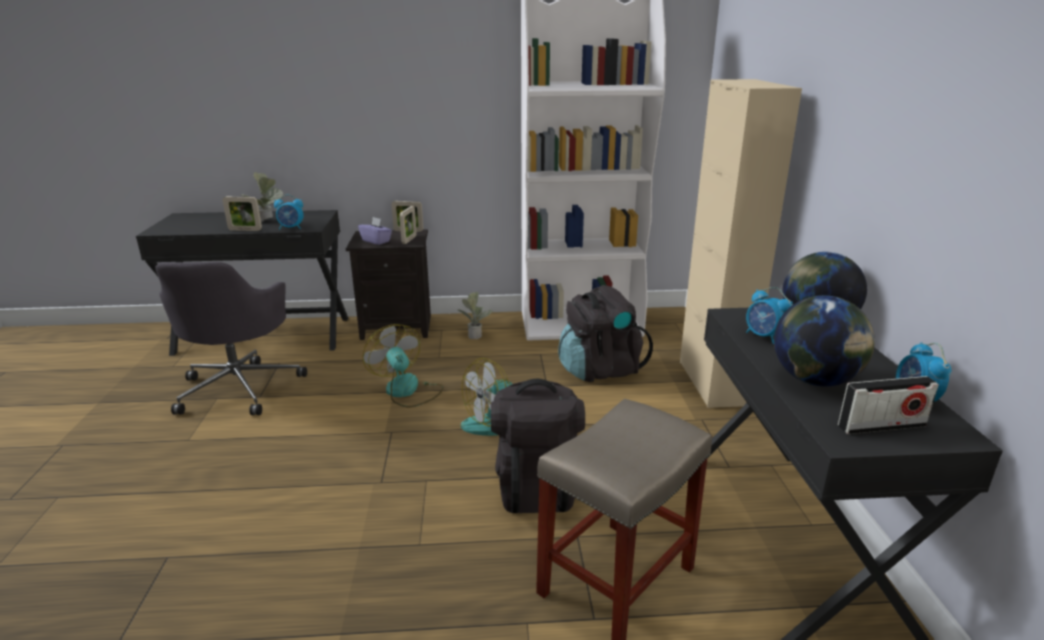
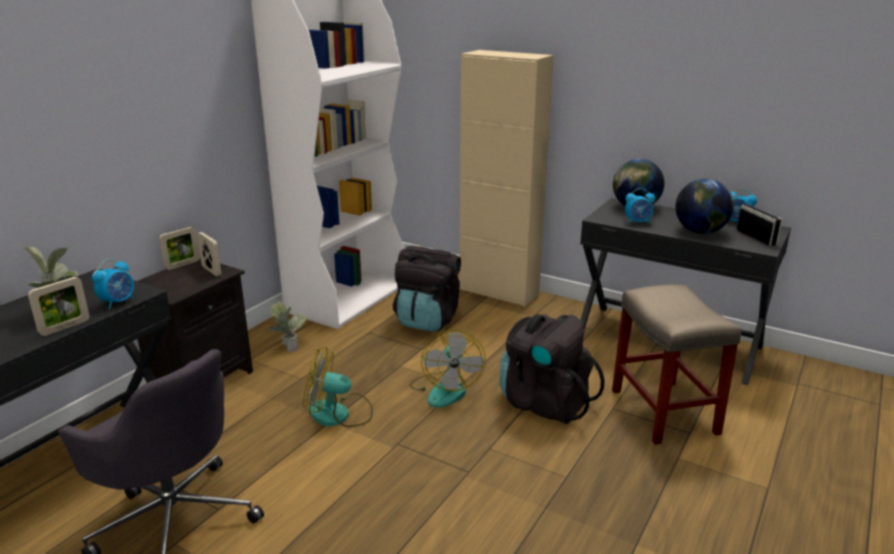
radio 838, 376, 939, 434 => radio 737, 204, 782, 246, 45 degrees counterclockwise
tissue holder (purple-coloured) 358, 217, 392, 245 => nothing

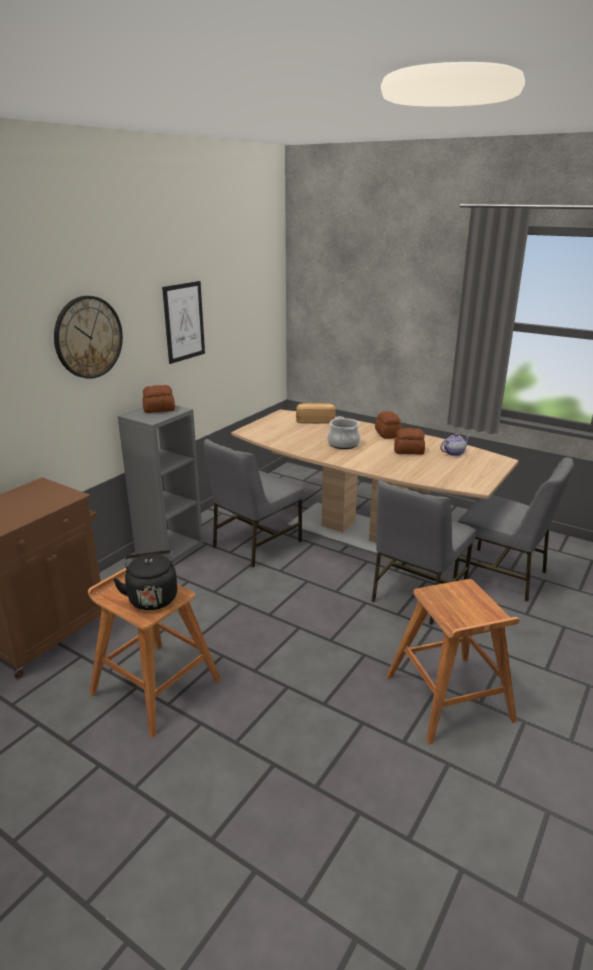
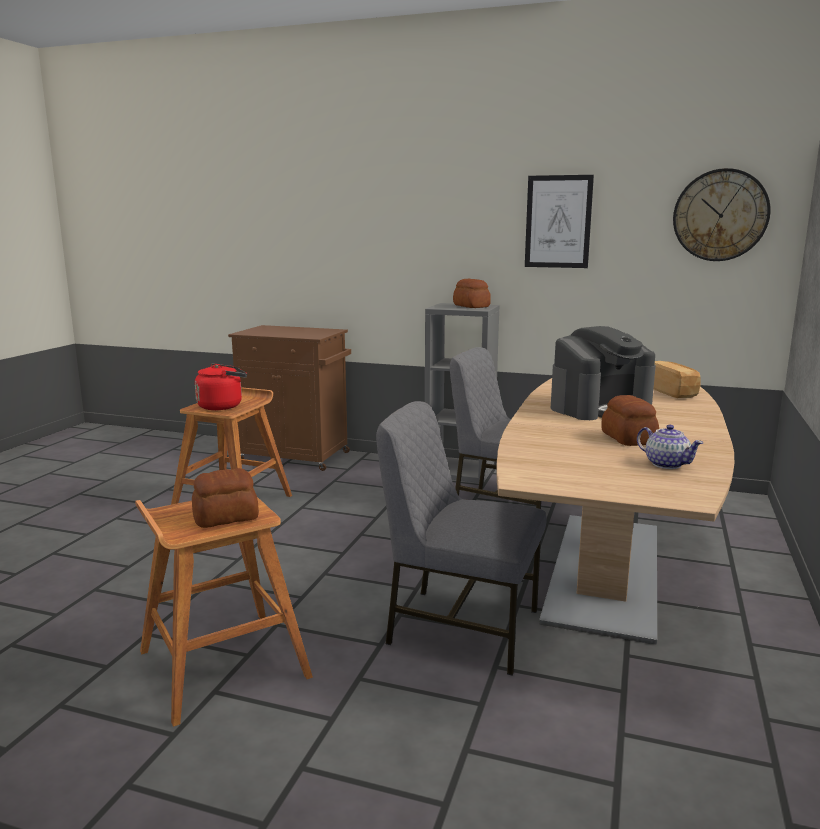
bread 375, 411, 402, 439 => bread 192, 468, 259, 528, shifted
water kettle (blackish) 113, 550, 177, 610 => water kettle (red-coloured) 195, 363, 247, 410
cooking pot 327, 416, 360, 449 => coffee machine 551, 326, 656, 420
wall clock 54, 296, 123, 379 => wall clock 673, 168, 770, 261, shifted
plain chair (grey) 453, 457, 574, 602 => nothing

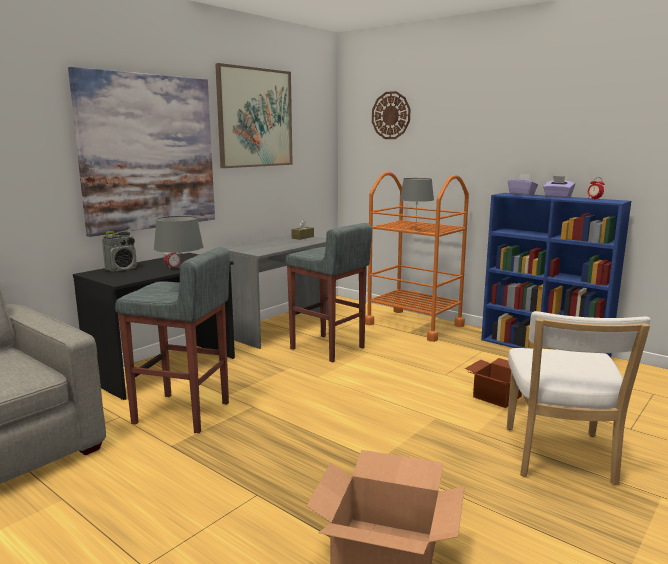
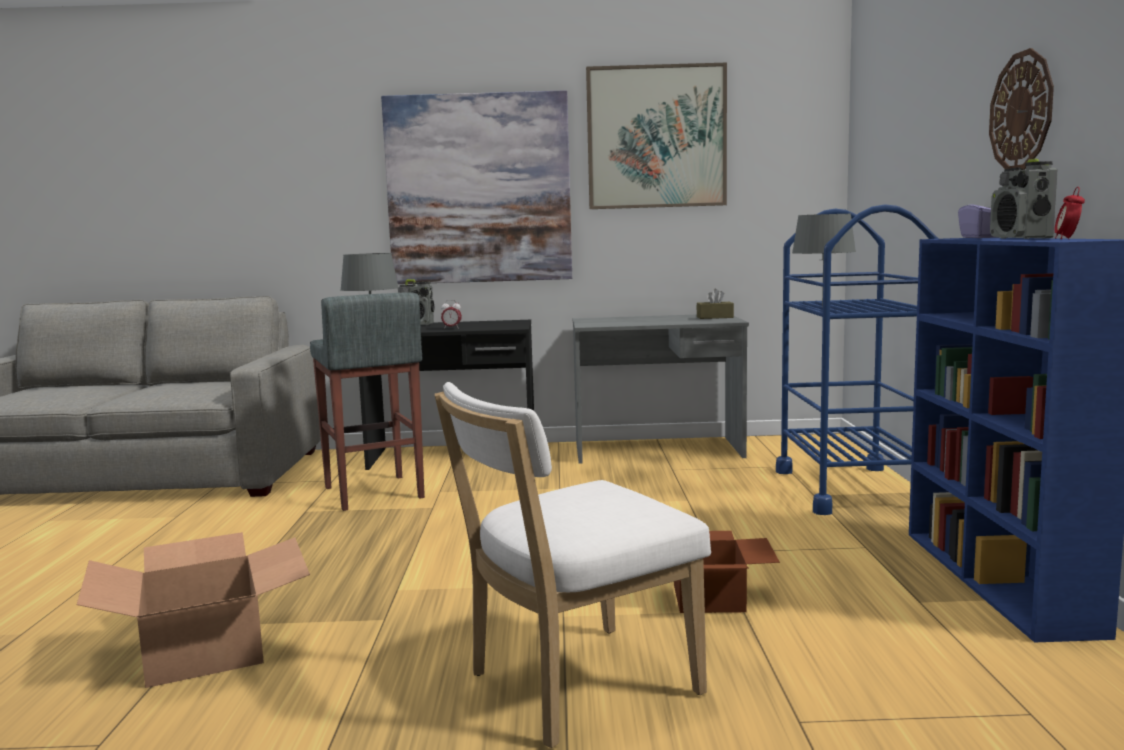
wheeled cart (orangey) 365, 172, 469, 342 => wheeled cart (bluish) 776, 204, 939, 515
wall clock 372, 91, 410, 139 => wall clock 989, 48, 1054, 170, shifted
tissue holder (purple-coloured) 543, 176, 575, 198 => radio 990, 159, 1058, 239
stool (grey) 285, 223, 372, 362 => nothing

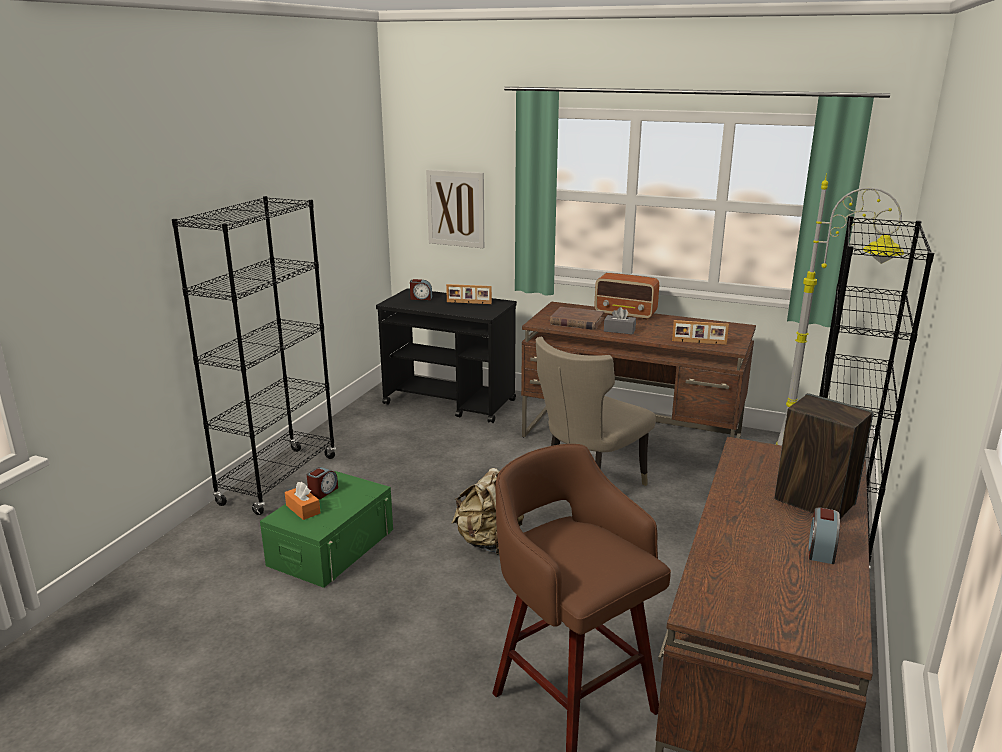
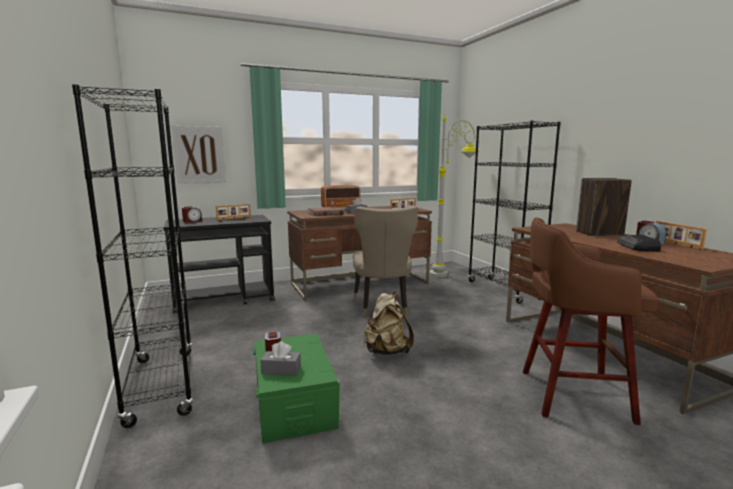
tissue holder (orangey) 285, 482, 320, 520 => tissue holder (grey) 260, 341, 301, 376
nothing => radio 617, 235, 661, 251
nothing => photo frame 656, 221, 707, 250

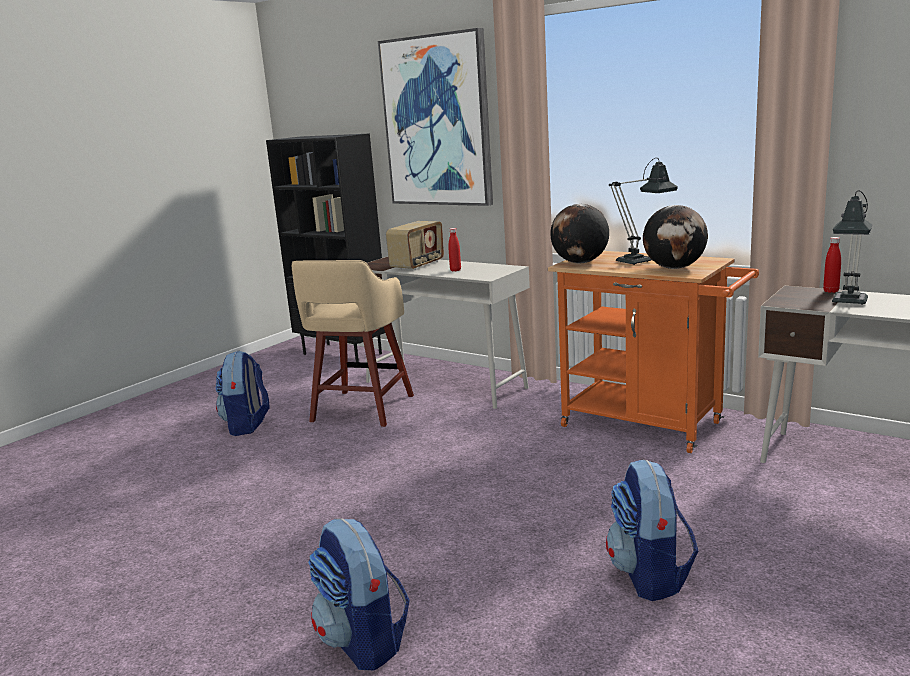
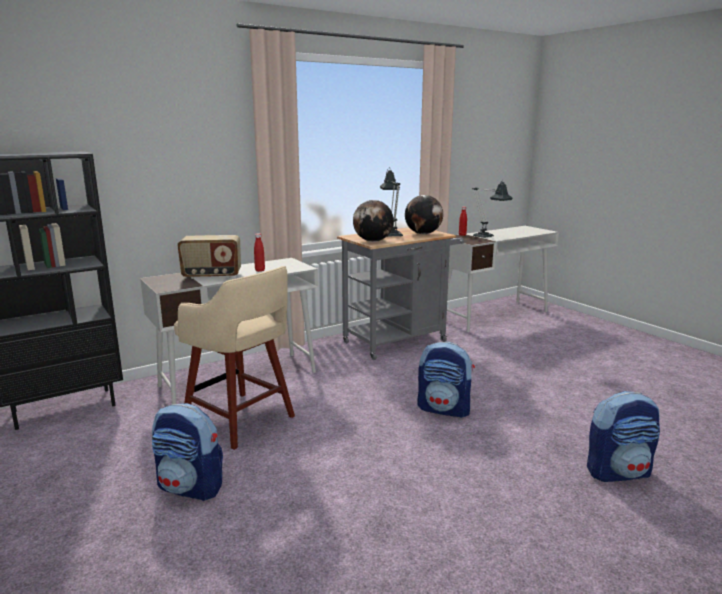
radio 386, 221, 444, 270 => radio 177, 235, 241, 279, 120 degrees clockwise
wheeled cart (orangey) 548, 251, 759, 453 => wheeled cart (grey) 337, 228, 464, 360
rucksack 606, 460, 698, 601 => rucksack 417, 342, 475, 418, shifted
wall art 378, 28, 493, 206 => nothing

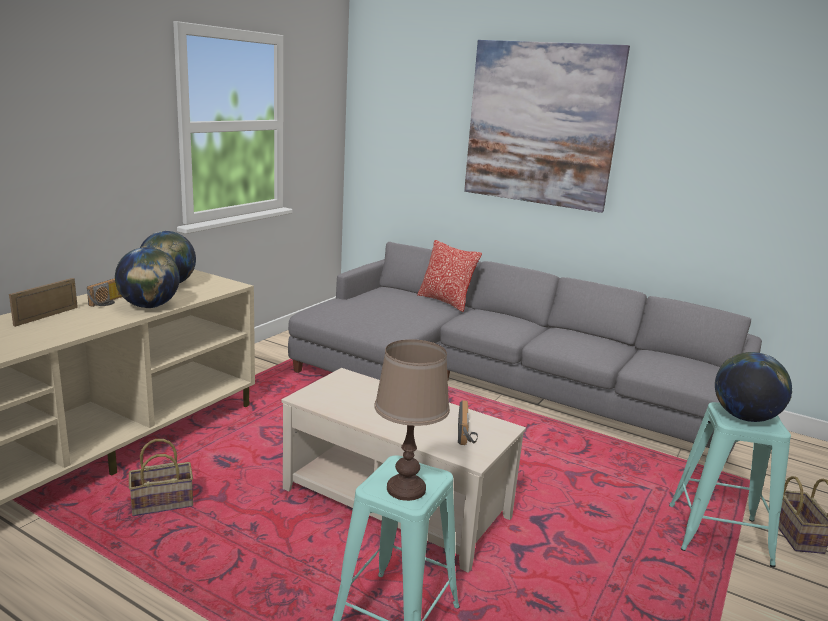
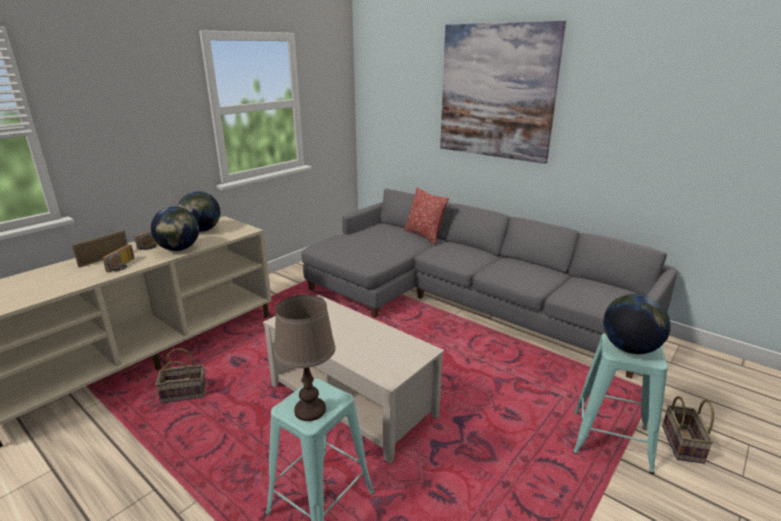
radio 458, 400, 478, 445 => radio 103, 244, 135, 272, shifted

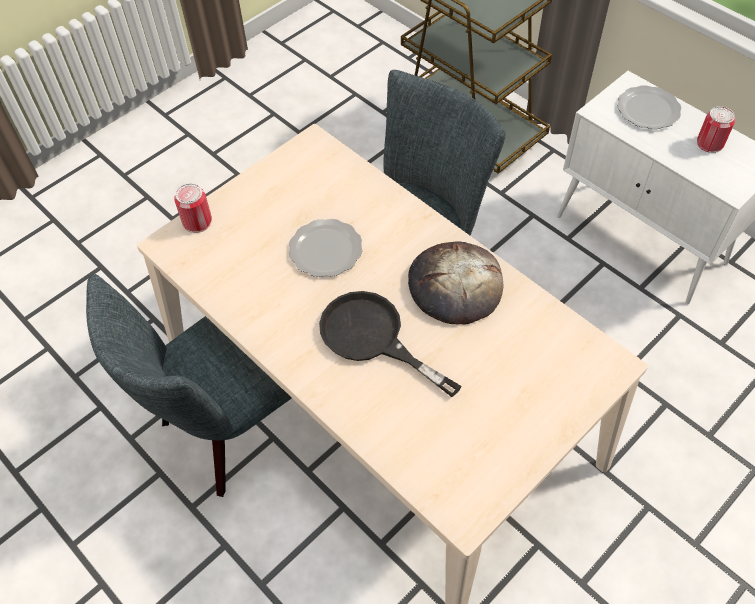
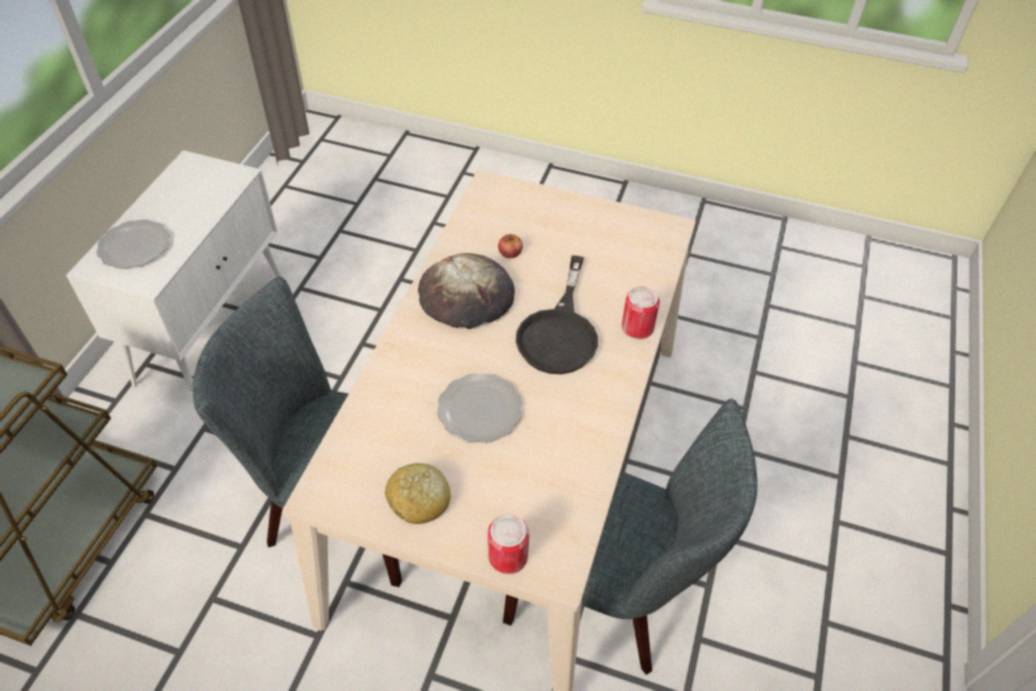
nothing => bread 385, 463, 451, 524
nothing => whole apple 498, 234, 523, 258
can 697, 106, 735, 153 => can 622, 286, 660, 340, shifted

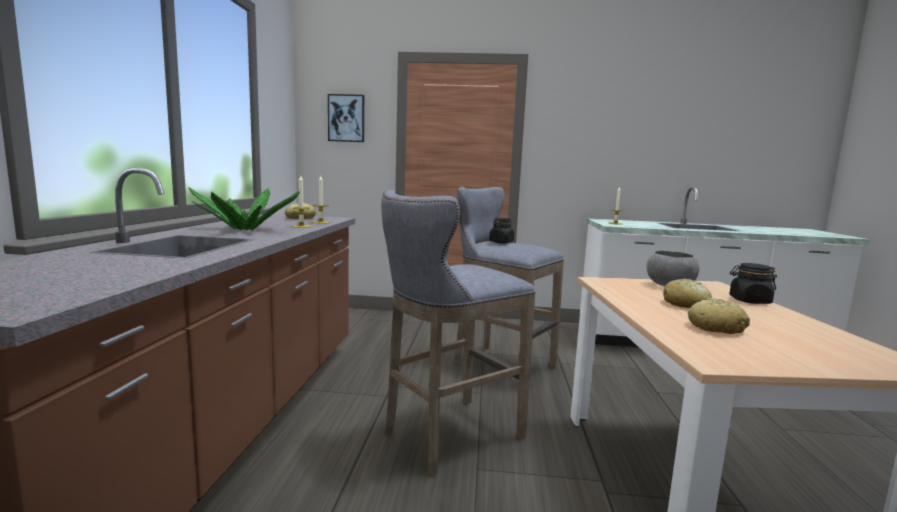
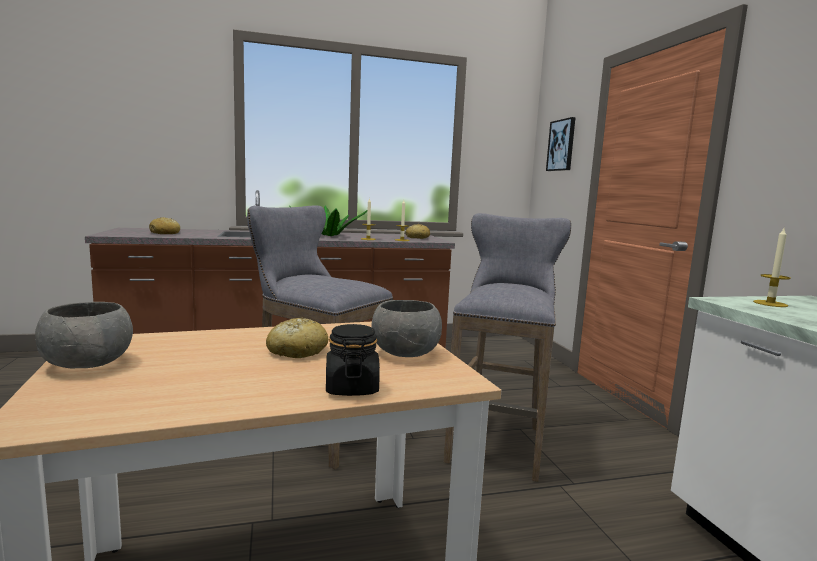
nothing => deep dish (grey) 35, 302, 133, 368
bread 688, 298, 750, 334 => bread 149, 217, 180, 234, shifted
storage jar (blackish) 489, 217, 514, 243 => nothing

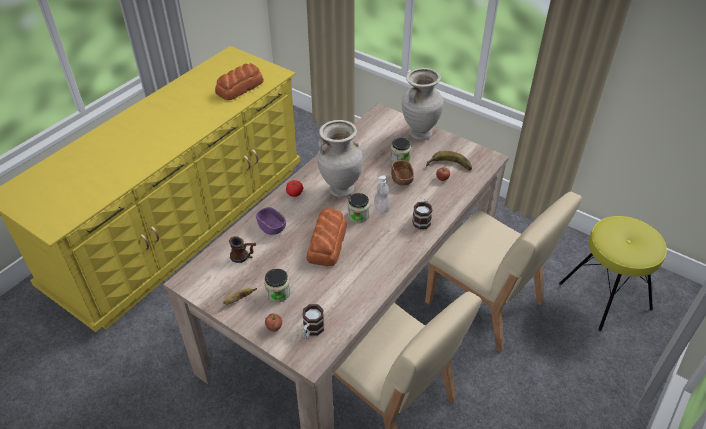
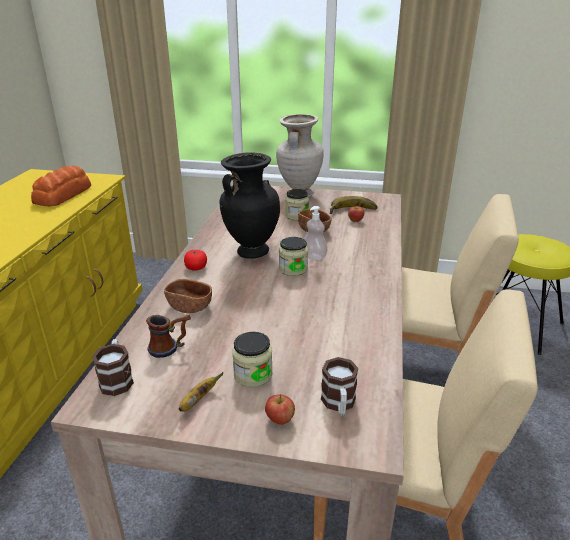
mug 412, 198, 432, 229 => mug 92, 339, 134, 396, shifted
deep dish (purple-coloured) 256, 207, 286, 235 => deep dish (brown) 164, 279, 212, 313
flower vase (beige) 317, 120, 363, 197 => flower vase (blackish) 219, 152, 280, 259
bread 306, 209, 347, 266 => nothing

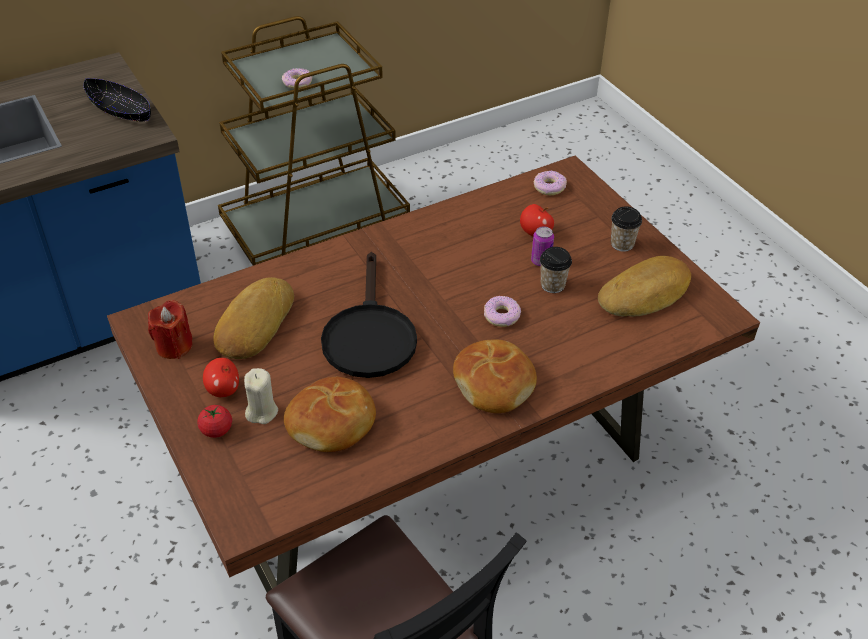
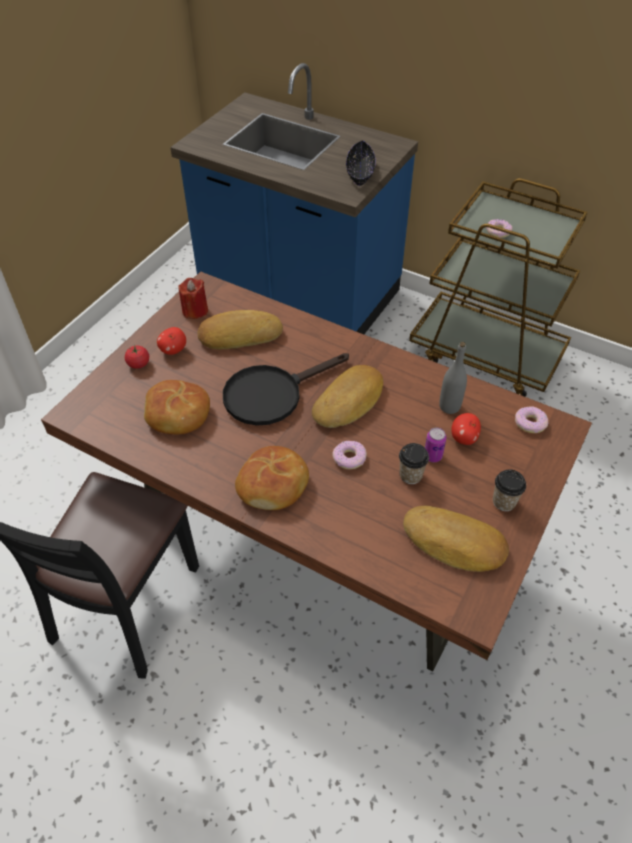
nothing => bread 312, 365, 383, 428
nothing => drink bottle (grey) 439, 342, 467, 414
candle (beige) 244, 368, 278, 424 => nothing

